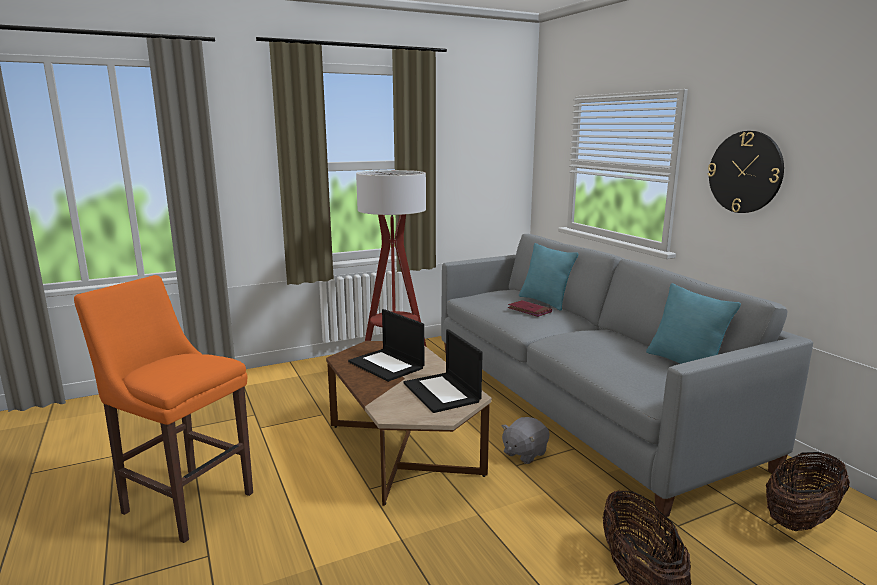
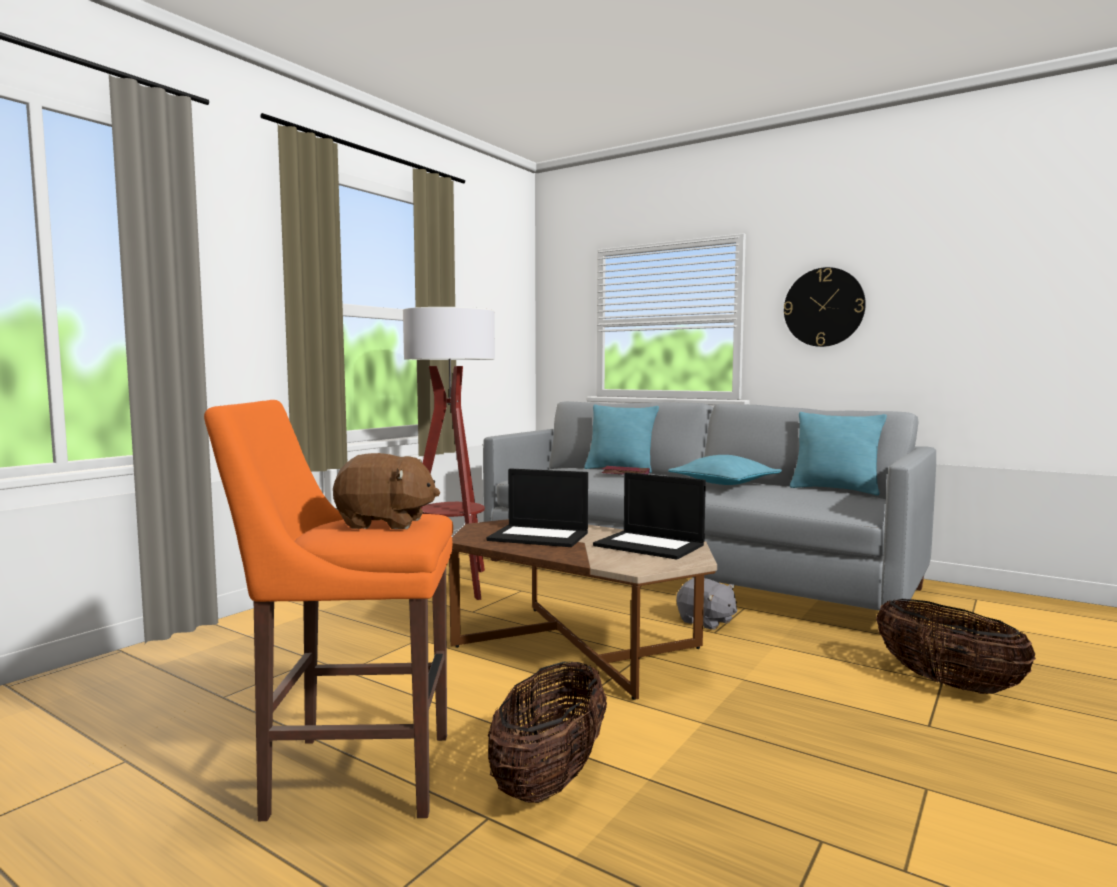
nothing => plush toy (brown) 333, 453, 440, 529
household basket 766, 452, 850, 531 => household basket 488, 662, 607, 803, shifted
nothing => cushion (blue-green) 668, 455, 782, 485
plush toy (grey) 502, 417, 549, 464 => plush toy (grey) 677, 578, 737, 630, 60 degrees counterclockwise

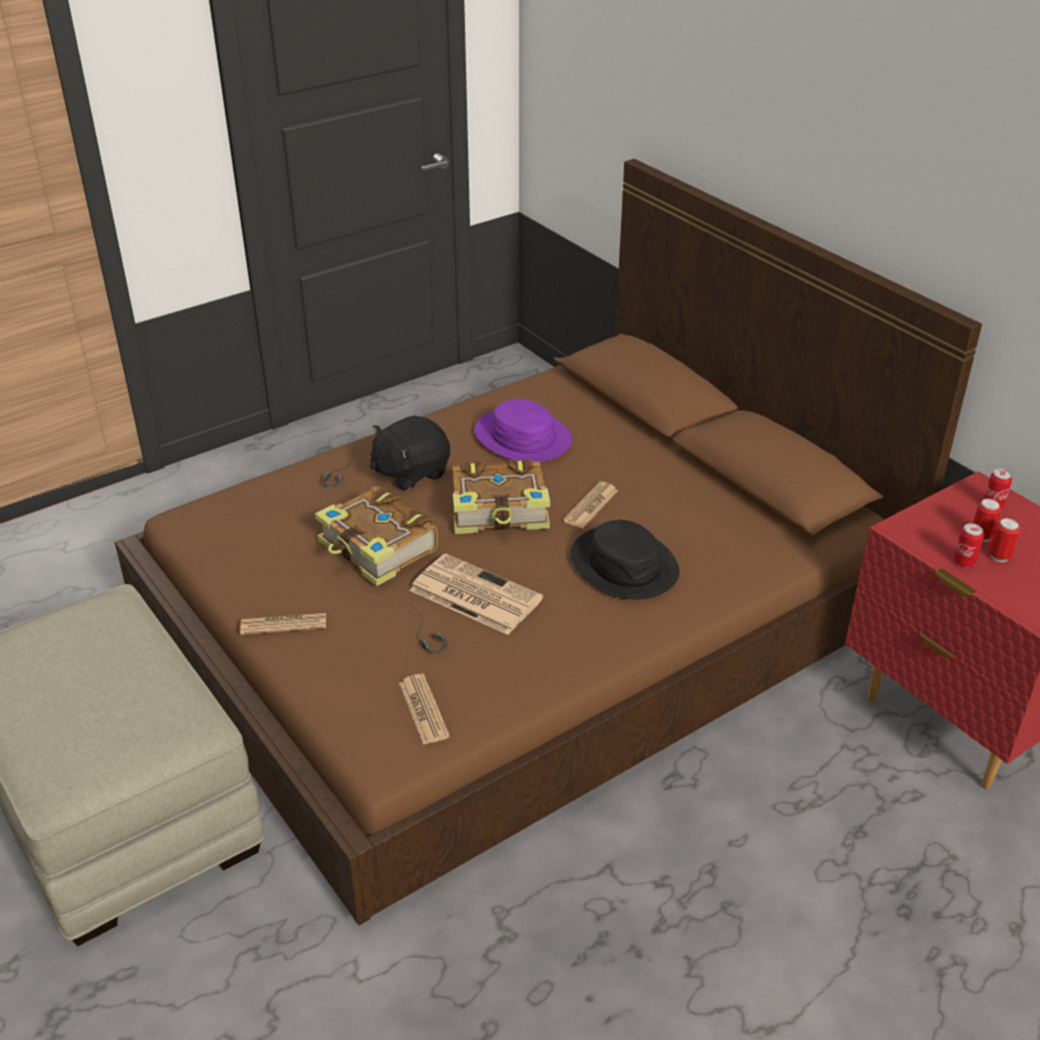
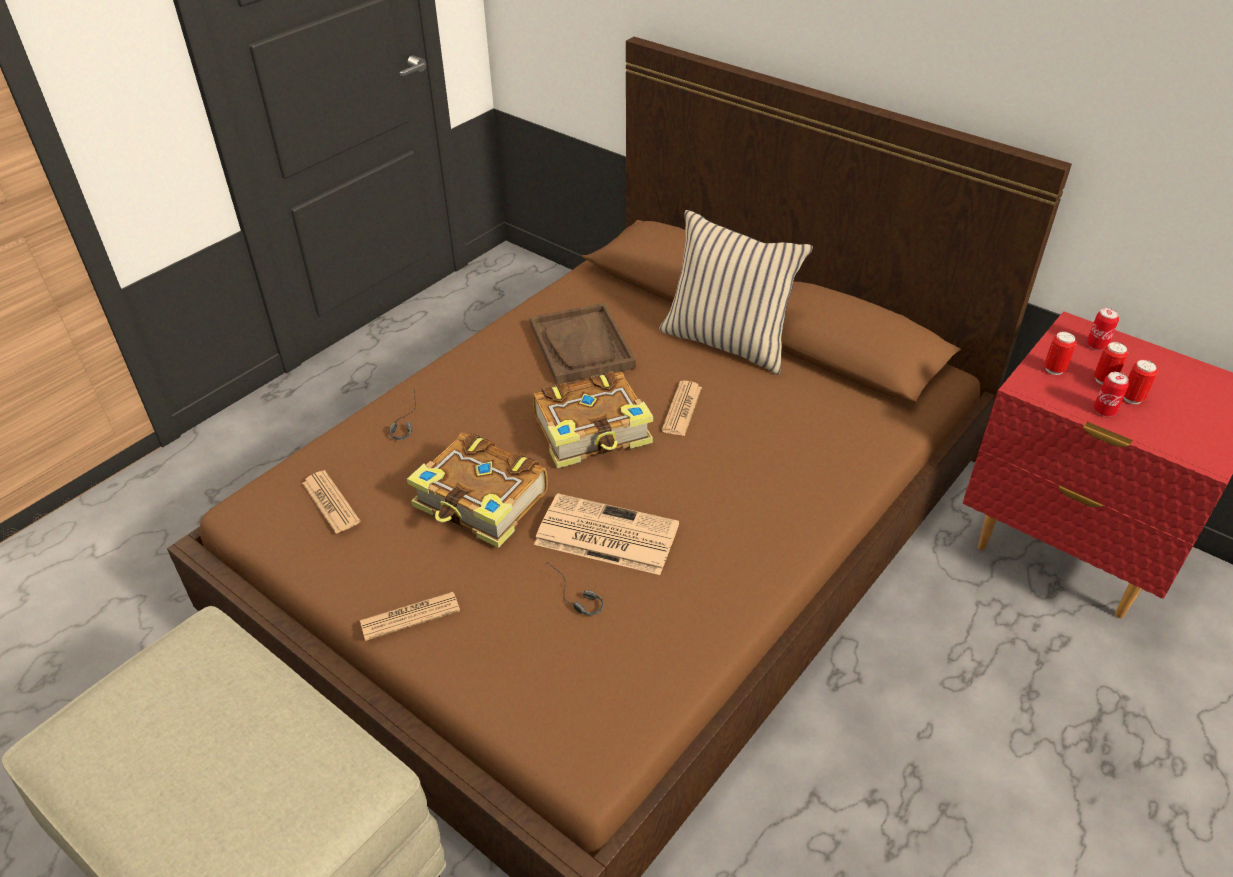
daily paper 399, 674, 450, 745 => daily paper 302, 470, 360, 534, shifted
clothing hat (purple-coloured) 474, 399, 572, 462 => tray (brown) 530, 303, 636, 385
nothing => cushion (beige) 659, 210, 813, 375
nothing => can 1044, 332, 1076, 375
plush toy (blackish) 370, 415, 450, 491 => nothing
clothing hat (blackish) 571, 520, 679, 600 => nothing

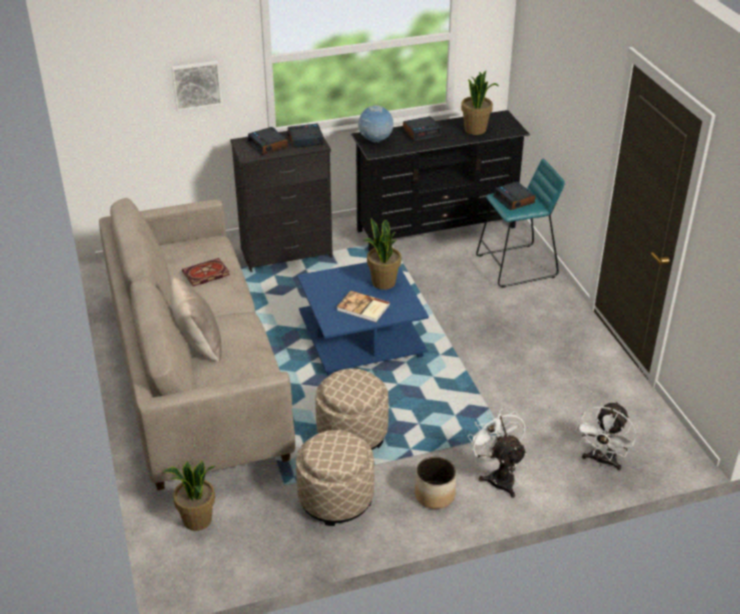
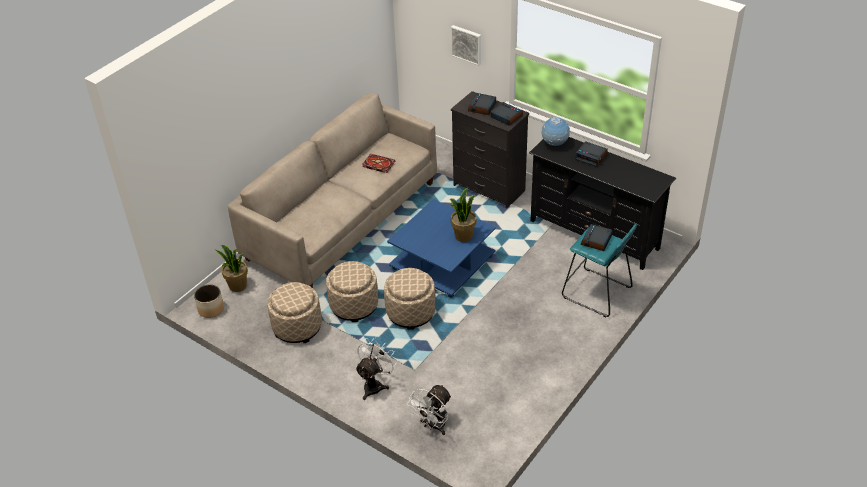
flower pot 415, 457, 456, 509 => flower pot 194, 284, 224, 318, shifted
nothing => pouffe (beige) 384, 268, 436, 330
fan (whitish) 575, 401, 636, 470 => fan (whitish) 407, 384, 451, 435, 45 degrees counterclockwise
cushion (beige) 170, 277, 222, 363 => nothing
book 337, 291, 390, 322 => nothing
houseplant 461, 71, 499, 135 => nothing

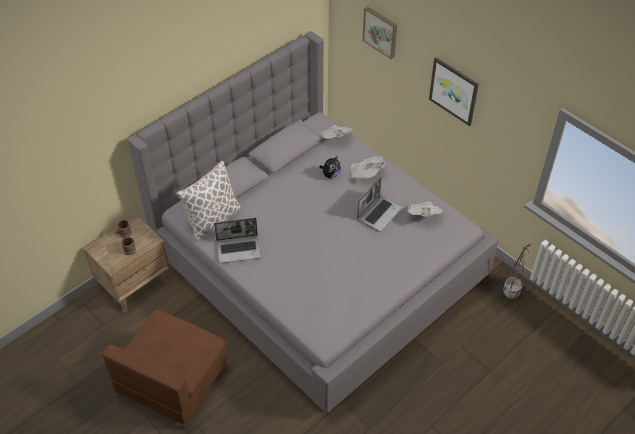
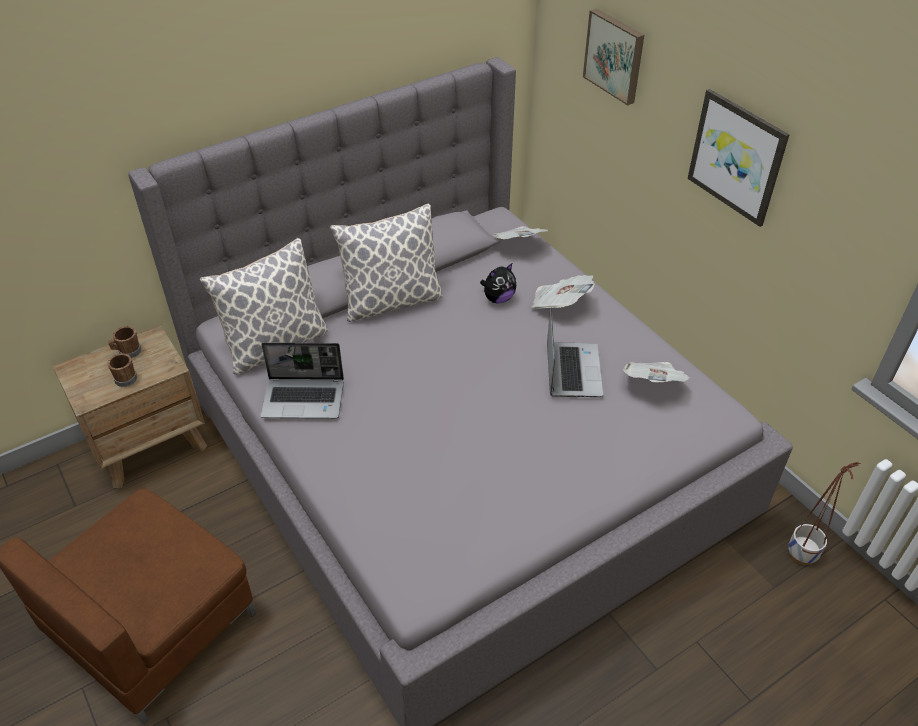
nothing => cushion 330, 204, 443, 322
portable computer 357, 177, 402, 232 => portable computer 547, 308, 603, 397, 45 degrees counterclockwise

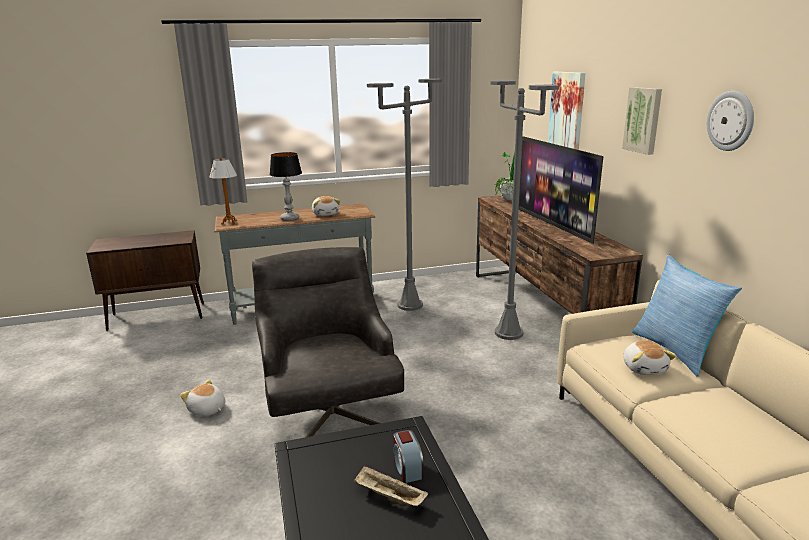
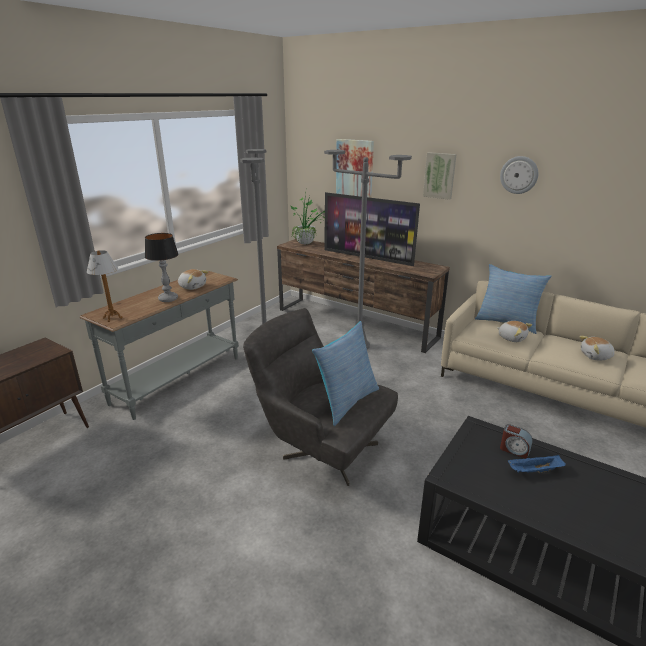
nothing => cushion 312, 321, 379, 426
tray (beige) 354, 466, 428, 506 => tray (bluish) 508, 455, 565, 473
plush toy 180, 379, 225, 416 => plush toy 579, 336, 615, 360, shifted

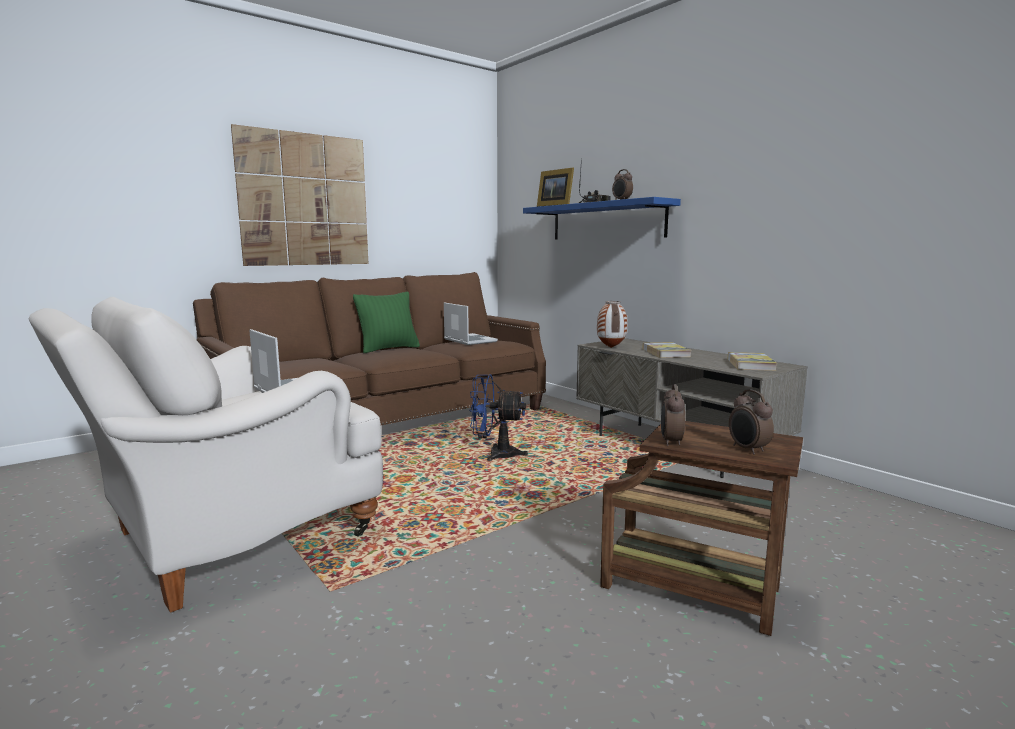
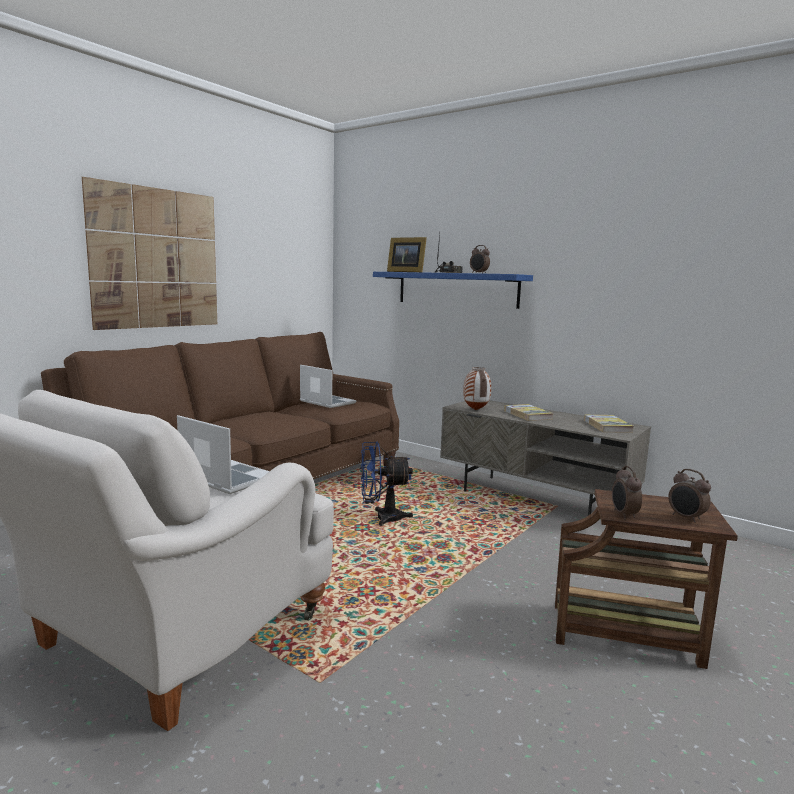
cushion (green-coloured) 353, 292, 420, 353 => nothing

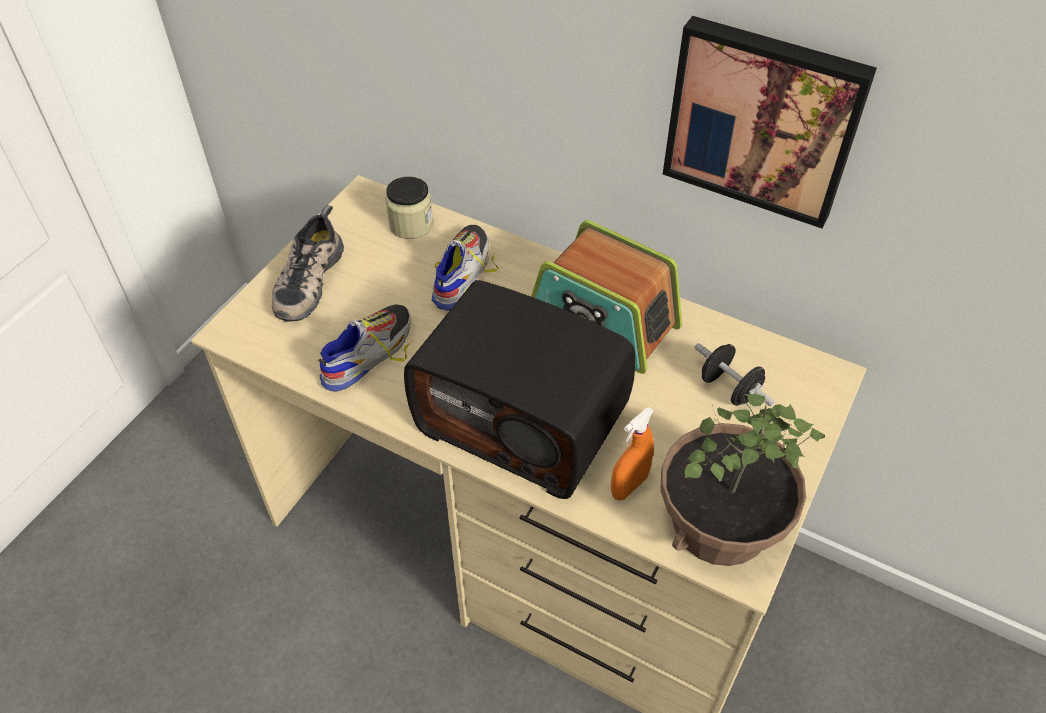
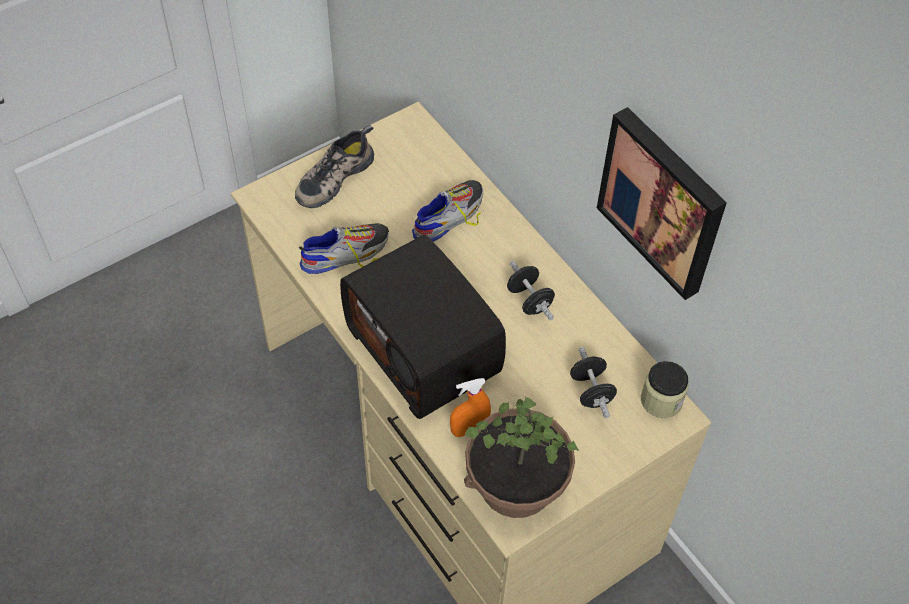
radio 531, 220, 682, 374 => dumbbell (blackish) 507, 261, 555, 321
storage jar 386, 176, 433, 239 => storage jar 641, 361, 689, 418, shifted

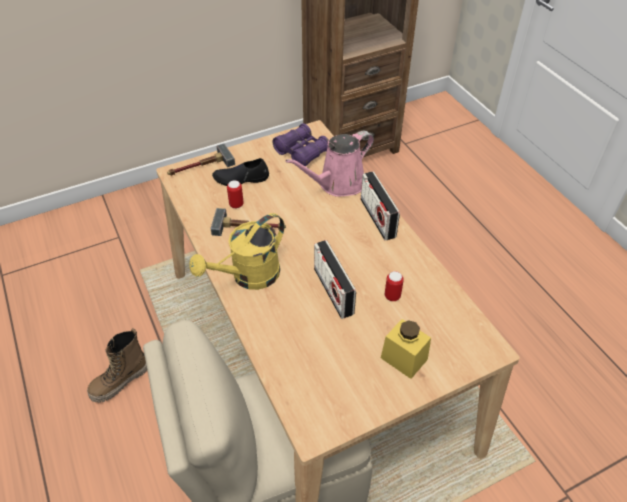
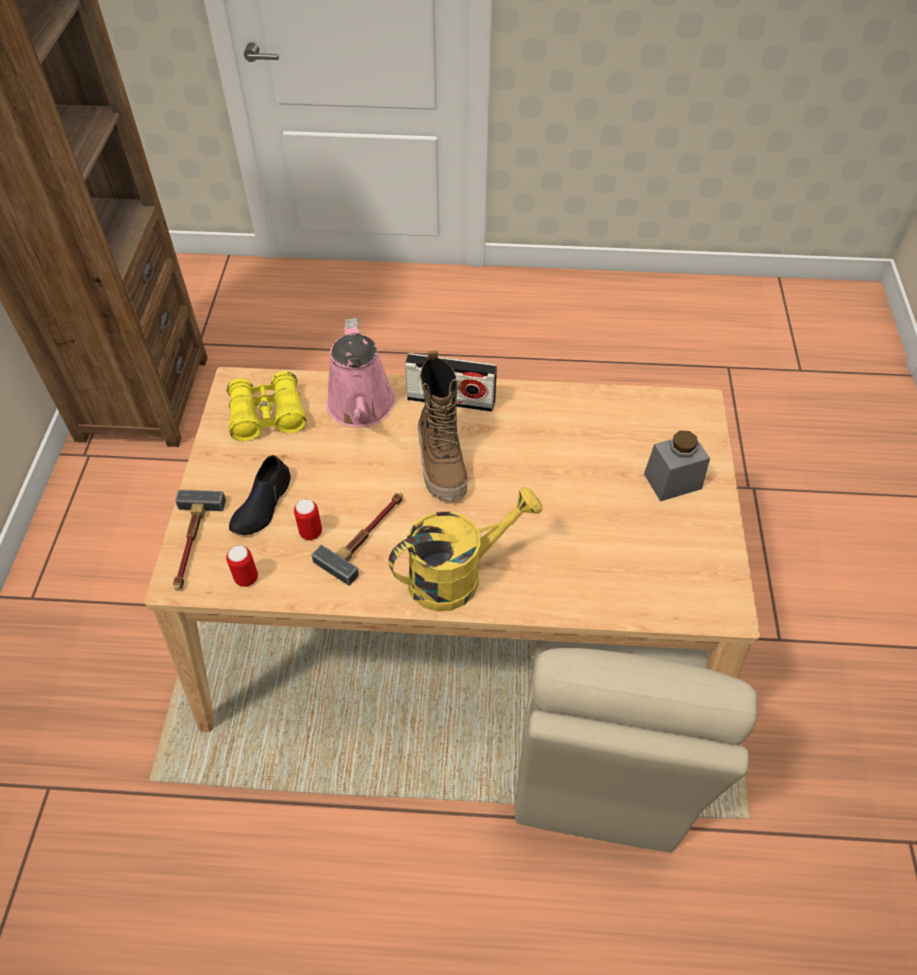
can 385, 271, 404, 301 => can 226, 545, 258, 587, shifted
binoculars (purple-coloured) 272, 123, 329, 167 => binoculars (yellow) 227, 371, 307, 441
watering pot (yellow) 189, 213, 284, 290 => watering pot (yellow) 388, 487, 543, 611, 105 degrees counterclockwise
tall boot 87, 328, 147, 403 => tall boot 417, 350, 468, 501, shifted
storage jar (yellow) 381, 319, 431, 379 => storage jar (grey) 644, 431, 710, 501
radio 314, 240, 356, 319 => nothing

